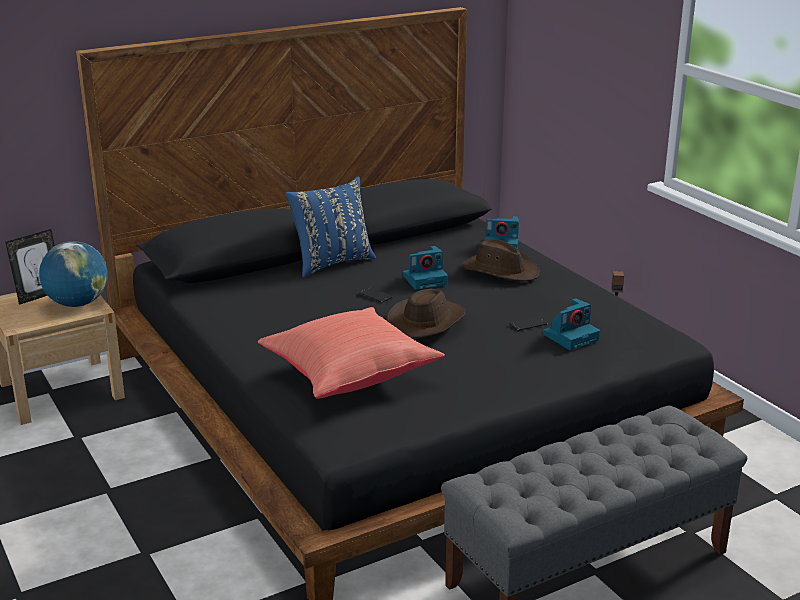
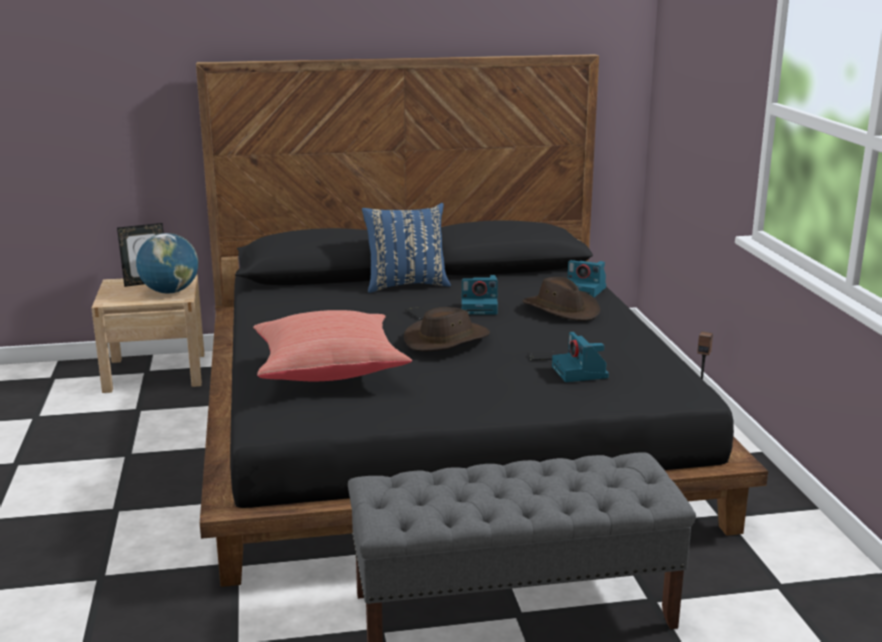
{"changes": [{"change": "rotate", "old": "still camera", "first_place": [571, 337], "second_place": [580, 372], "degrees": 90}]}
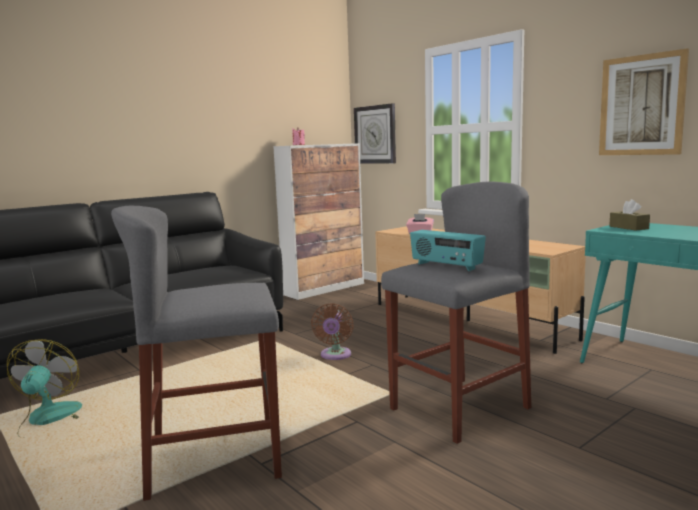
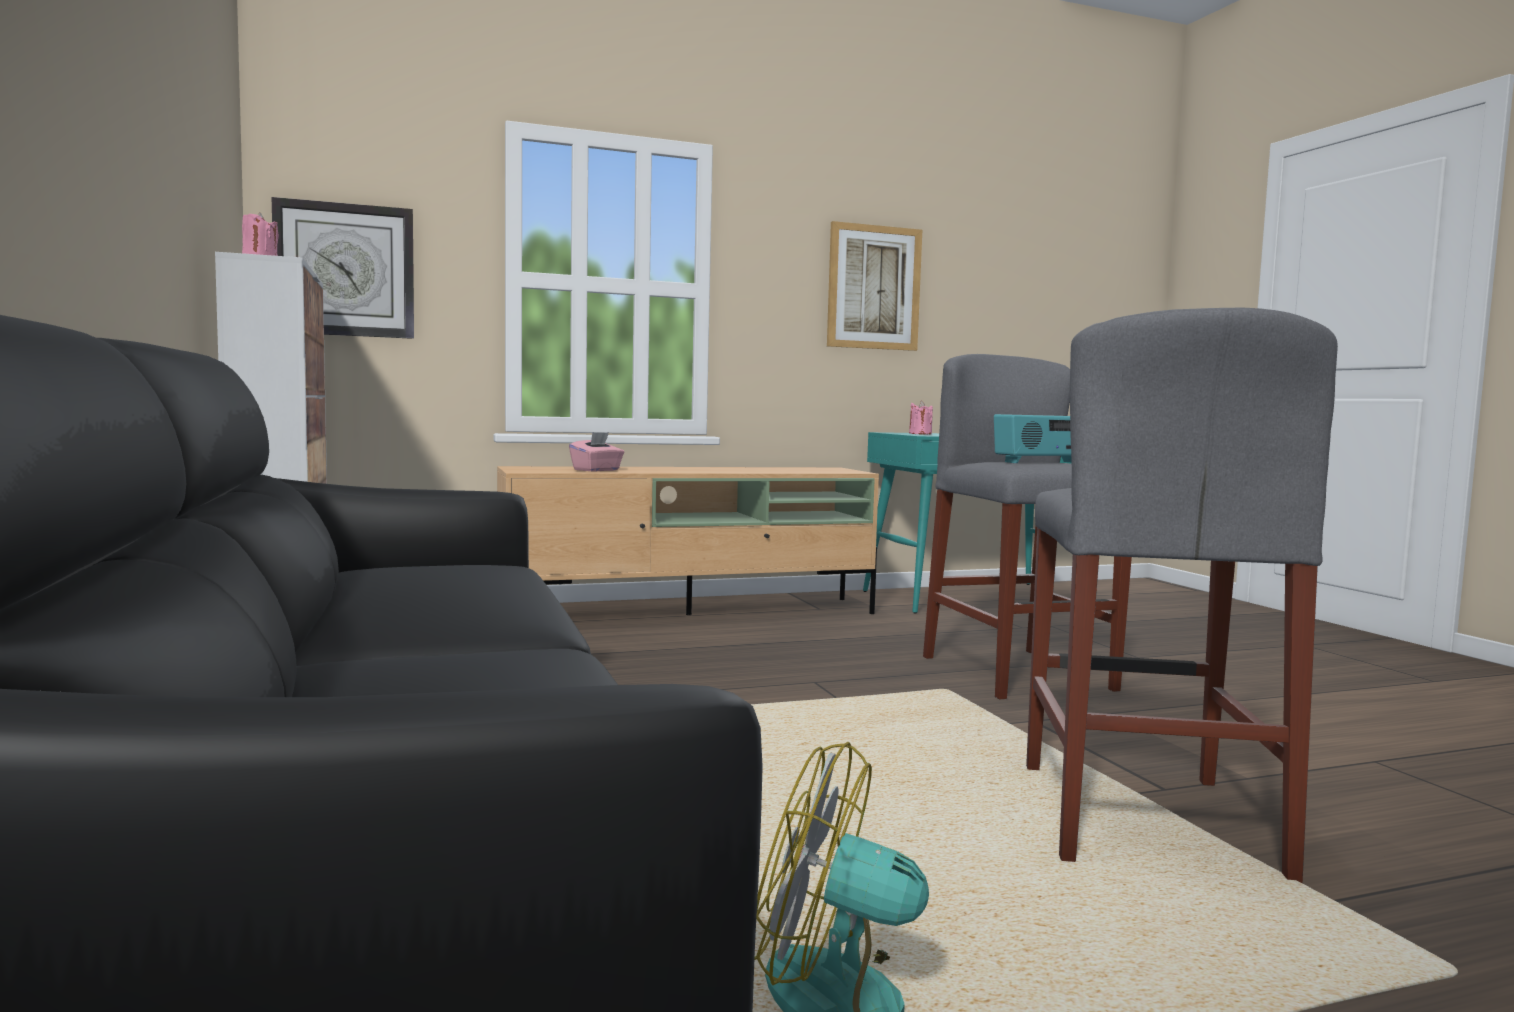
{"changes": [{"change": "delete", "old": "brown-coloured cooling fan", "first_place": [335, 355]}, {"change": "replace", "old": "brown-coloured tissue holder", "new": "pink-coloured candle", "first_place": [628, 227], "second_place": [920, 434]}]}
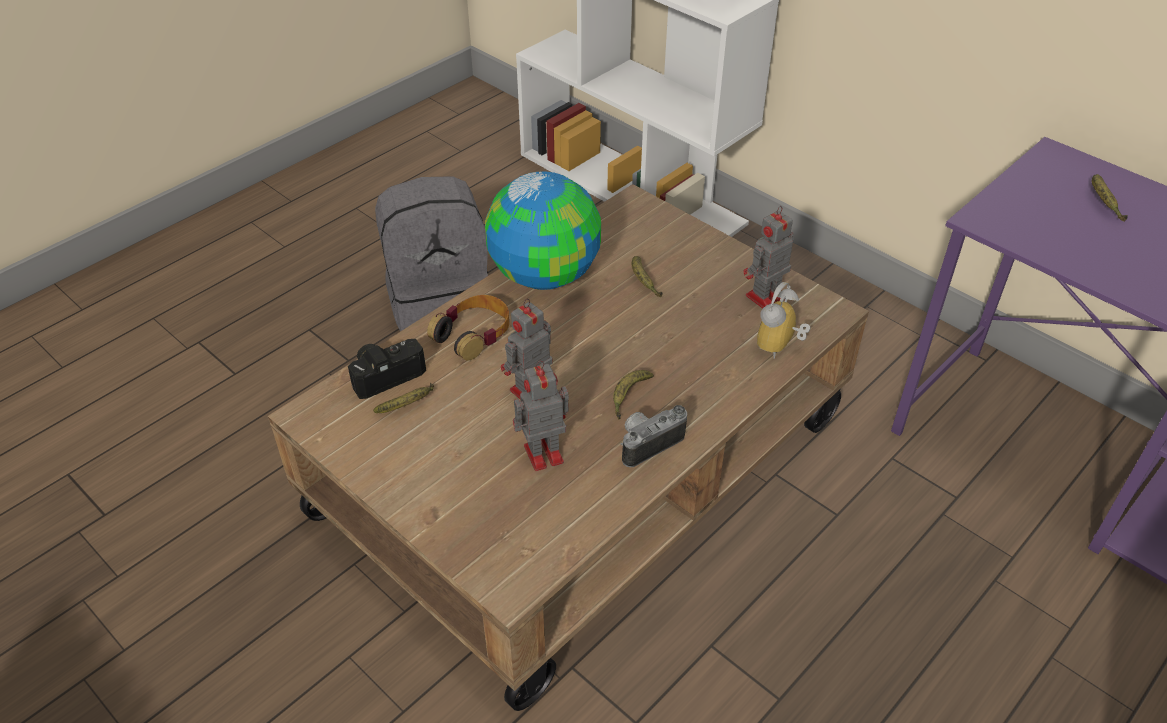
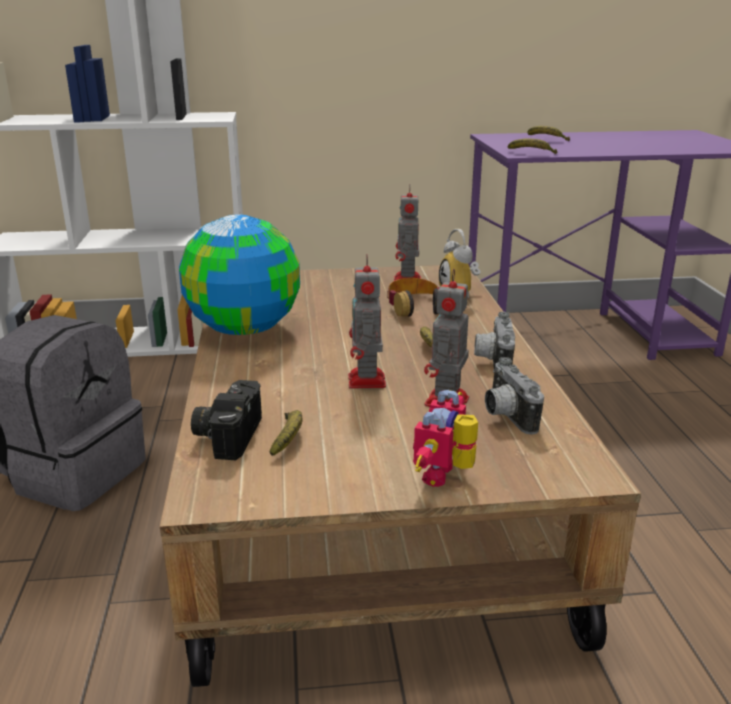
{"changes": [{"change": "move", "old": "headset", "first_place": [473, 333], "second_place": [415, 306]}, {"change": "move", "old": "banana", "first_place": [643, 281], "second_place": [531, 153]}, {"change": "insert", "new": "toy robot", "second_place": [446, 475]}, {"change": "insert", "new": "still camera", "second_place": [505, 416]}]}
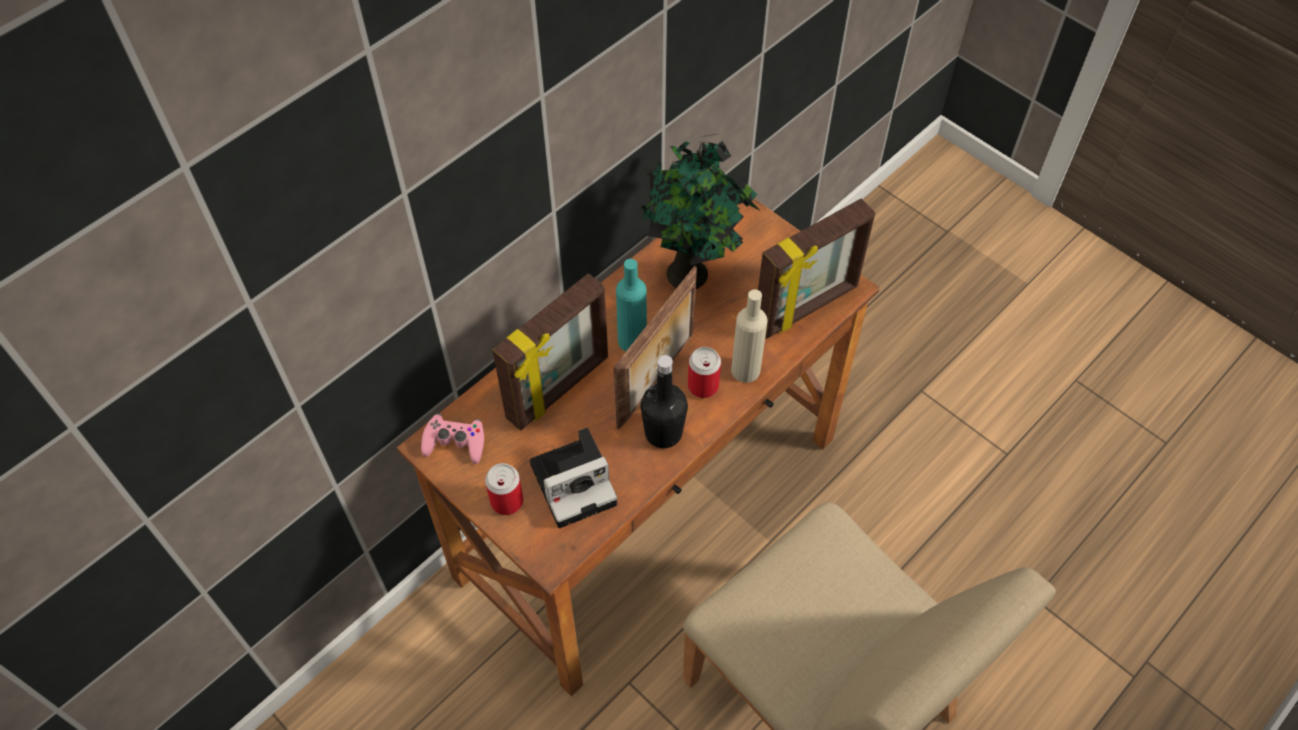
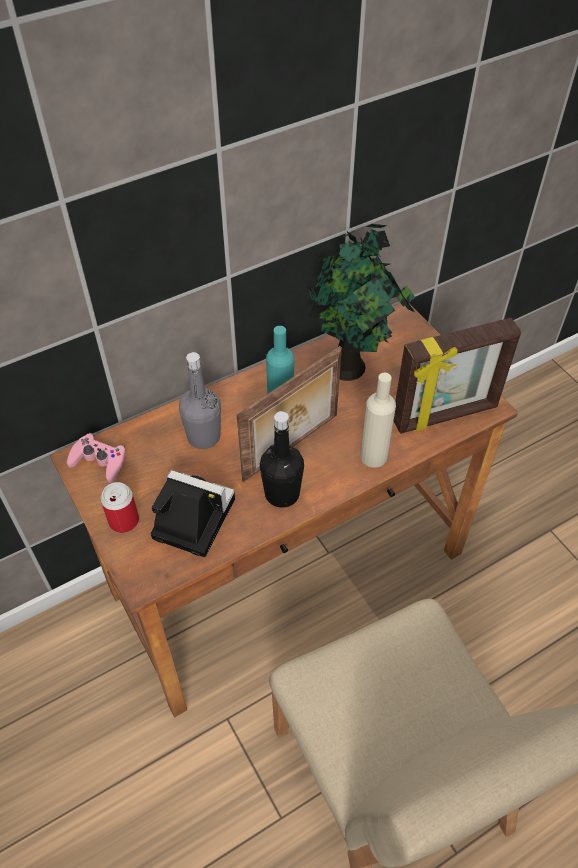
{"changes": [{"change": "replace", "old": "standing frame", "new": "greyish beverage bottle", "first_place": [559, 389], "second_place": [204, 437]}, {"change": "rotate", "old": "still camera", "first_place": [576, 482], "second_place": [190, 518], "degrees": -150}, {"change": "delete", "old": "sealed can", "first_place": [703, 386]}]}
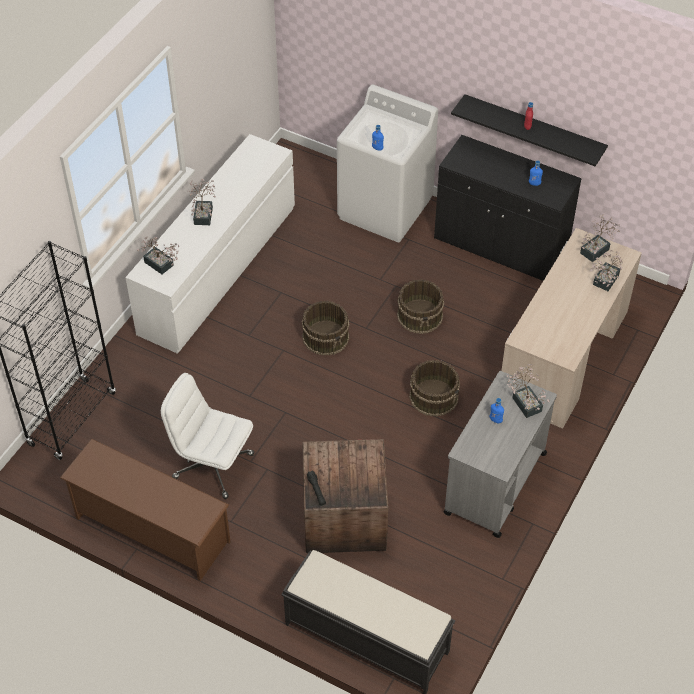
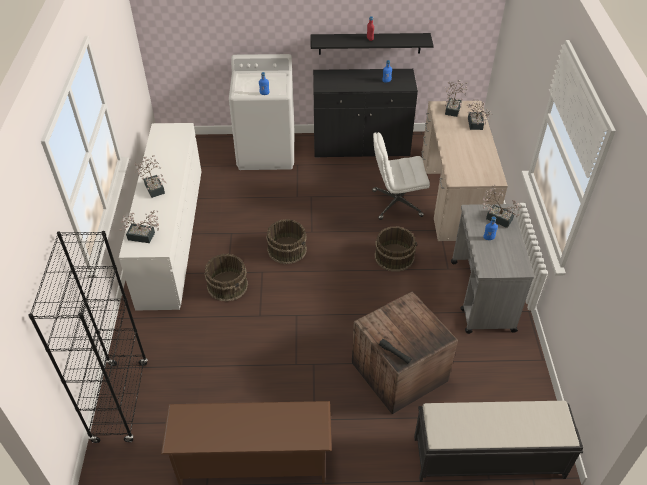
{"changes": [{"change": "move", "old": "white computer chair", "first_place": [212, 465], "second_place": [396, 203]}, {"change": "move", "old": "brown-coloured water bucket", "first_place": [420, 315], "second_place": [228, 285]}]}
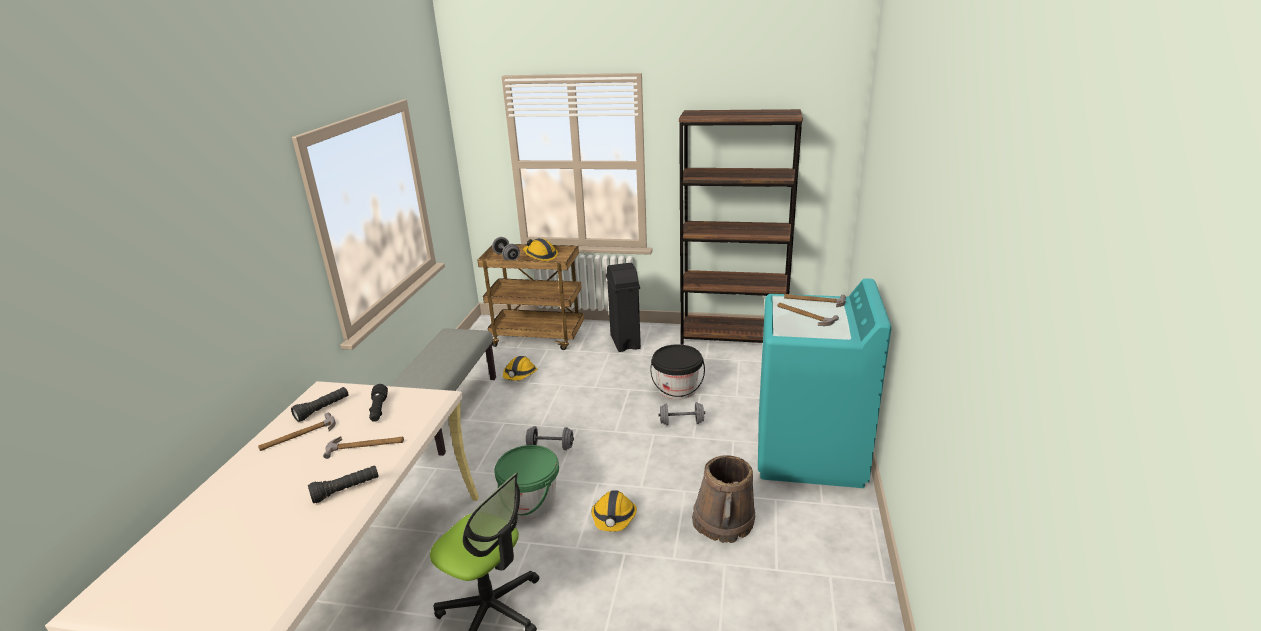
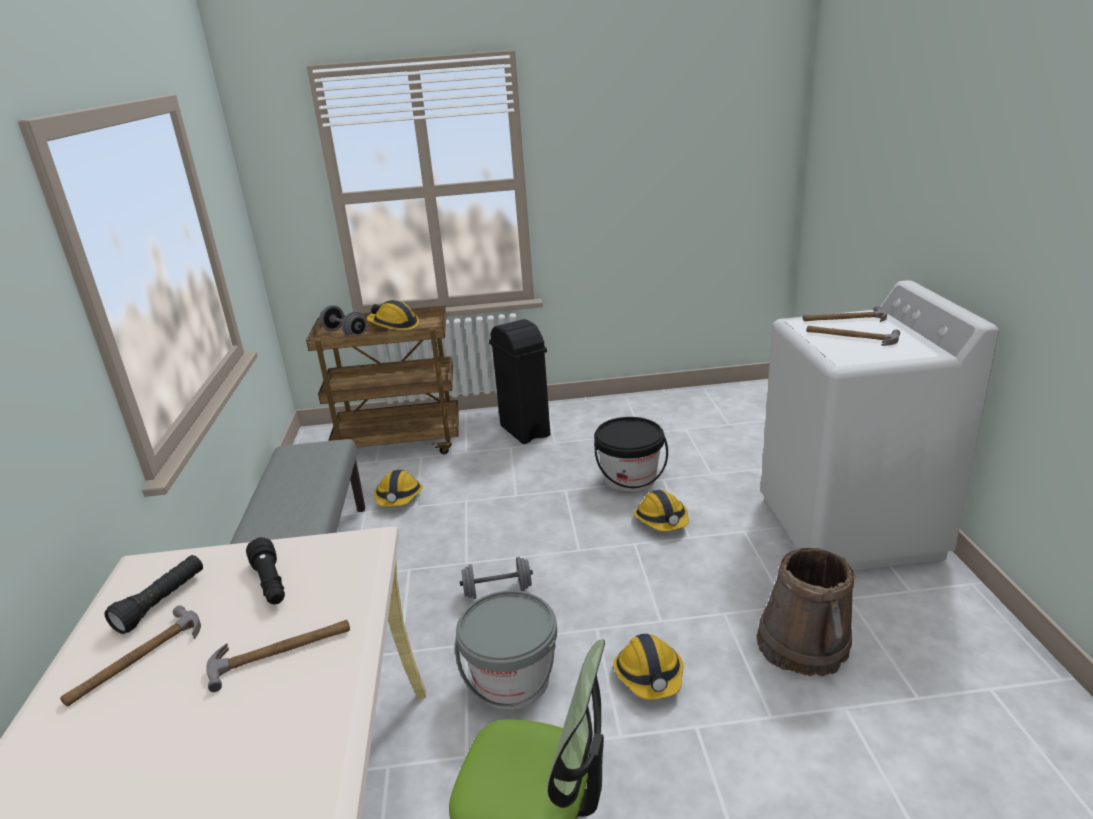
{"changes": [{"change": "delete", "old": "black torch", "first_place": [346, 490]}, {"change": "recolor", "old": "greenish water bucket", "new": "greyish water bucket", "first_place": [531, 502], "second_place": [512, 680]}, {"change": "replace", "old": "greyish dumbbell", "new": "work helmet", "first_place": [681, 422], "second_place": [662, 520]}, {"change": "delete", "old": "brown-coloured bookshelf", "first_place": [733, 337]}, {"change": "recolor", "old": "turquoise-coloured laundry machine", "new": "white laundry machine", "first_place": [809, 453], "second_place": [849, 528]}]}
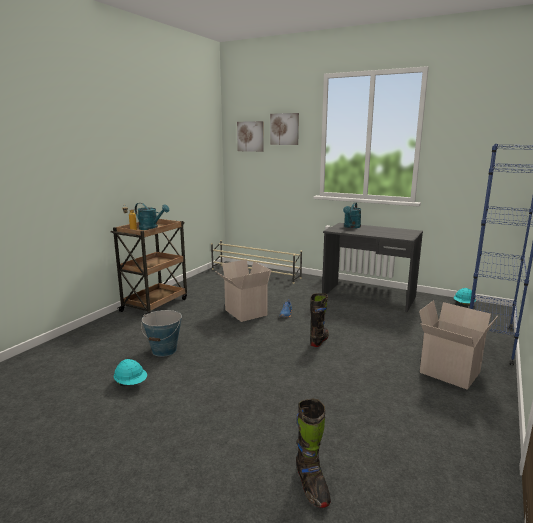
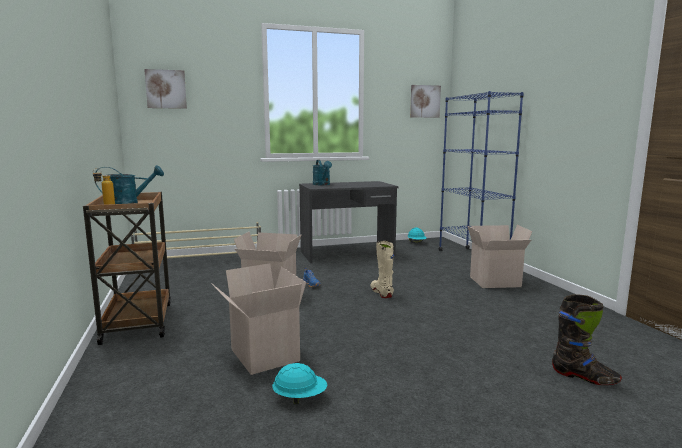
{"changes": [{"change": "replace", "old": "water bucket", "new": "packing box", "first_place": [164, 350], "second_place": [262, 355]}, {"change": "move", "old": "picture", "first_place": [284, 129], "second_place": [424, 101]}, {"change": "recolor", "old": "black high-top boot", "new": "beige-coloured high-top boot", "first_place": [319, 340], "second_place": [381, 293]}]}
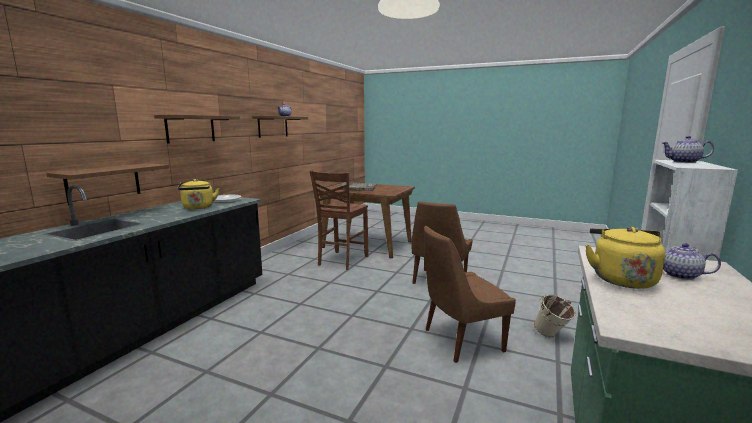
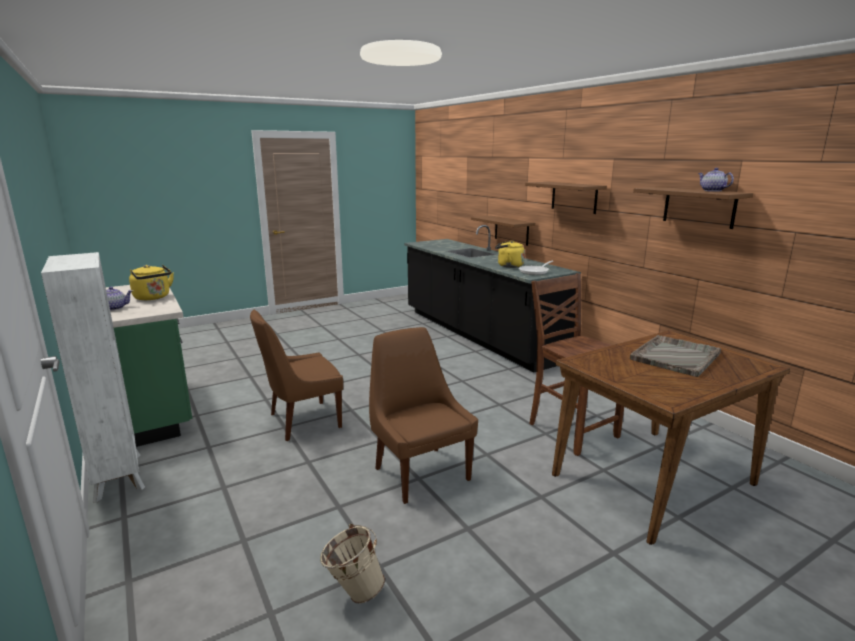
{"changes": [{"change": "rotate", "old": "brown-coloured upright chair", "first_place": [460, 340], "second_place": [302, 421], "degrees": -135}, {"change": "move", "old": "beige-coloured water bucket", "first_place": [551, 336], "second_place": [353, 591]}, {"change": "delete", "old": "teapot", "first_place": [684, 162]}]}
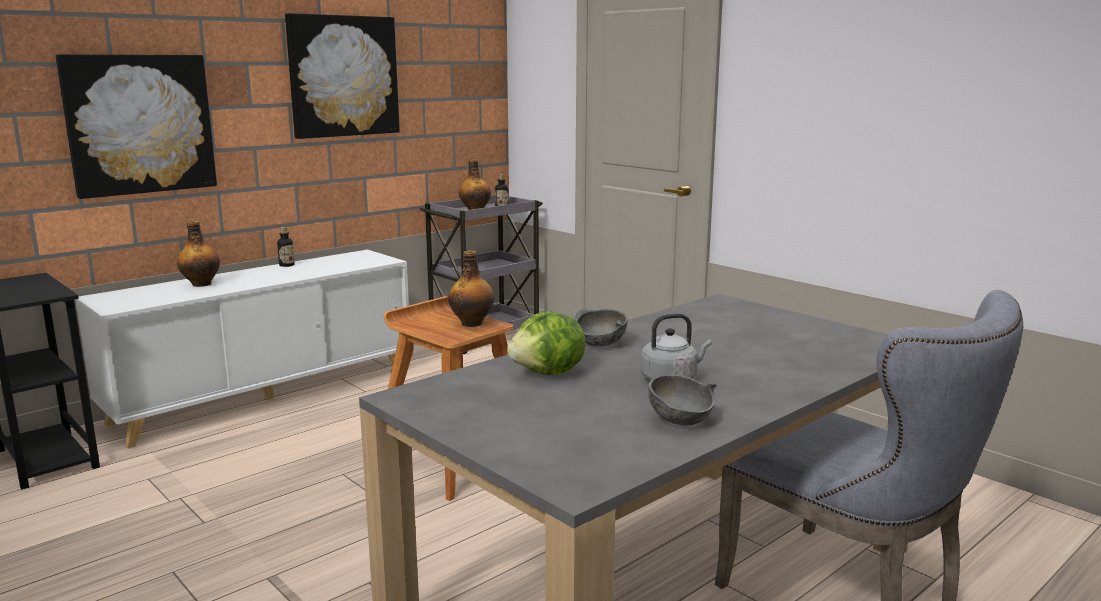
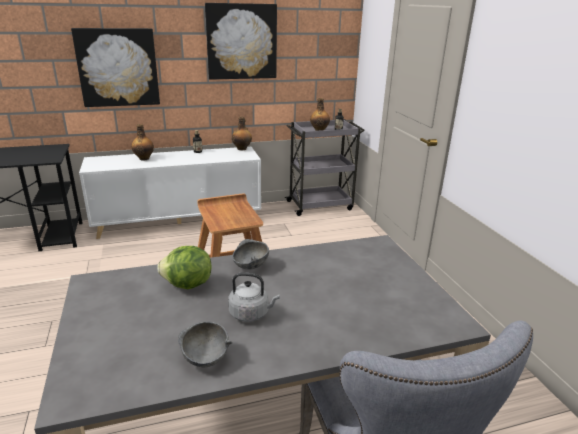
{"changes": [{"change": "move", "old": "beverage bottle", "first_place": [472, 323], "second_place": [242, 149]}]}
